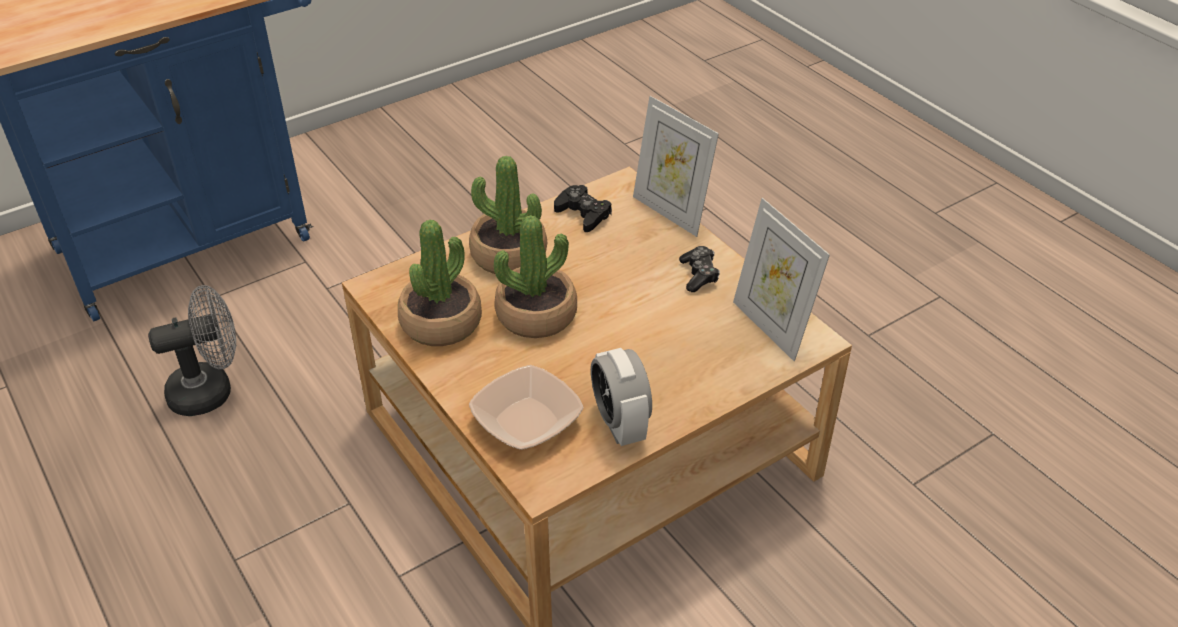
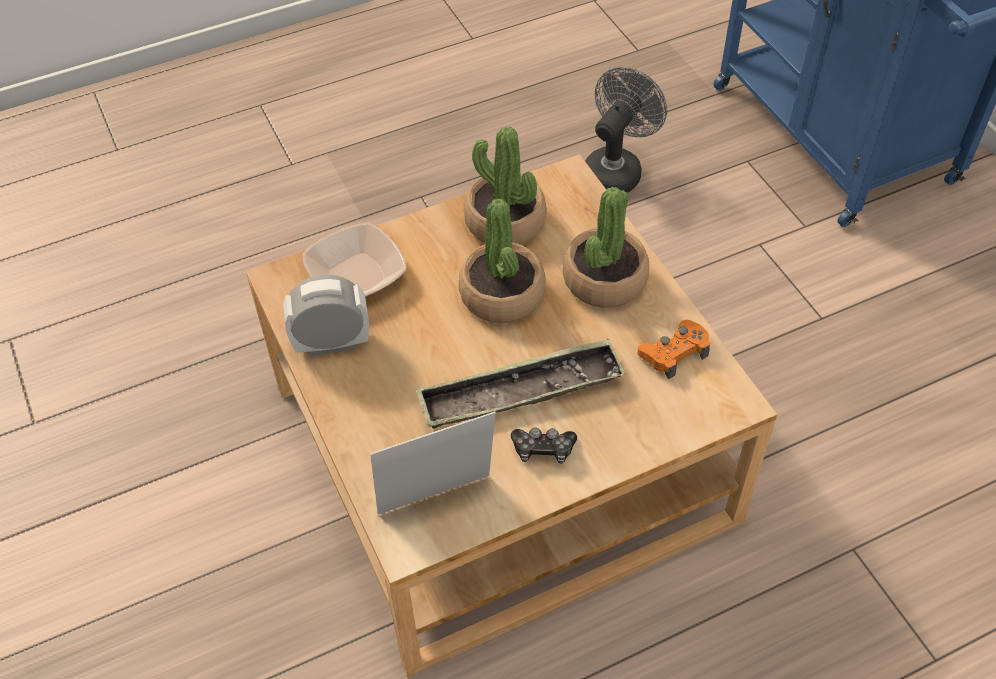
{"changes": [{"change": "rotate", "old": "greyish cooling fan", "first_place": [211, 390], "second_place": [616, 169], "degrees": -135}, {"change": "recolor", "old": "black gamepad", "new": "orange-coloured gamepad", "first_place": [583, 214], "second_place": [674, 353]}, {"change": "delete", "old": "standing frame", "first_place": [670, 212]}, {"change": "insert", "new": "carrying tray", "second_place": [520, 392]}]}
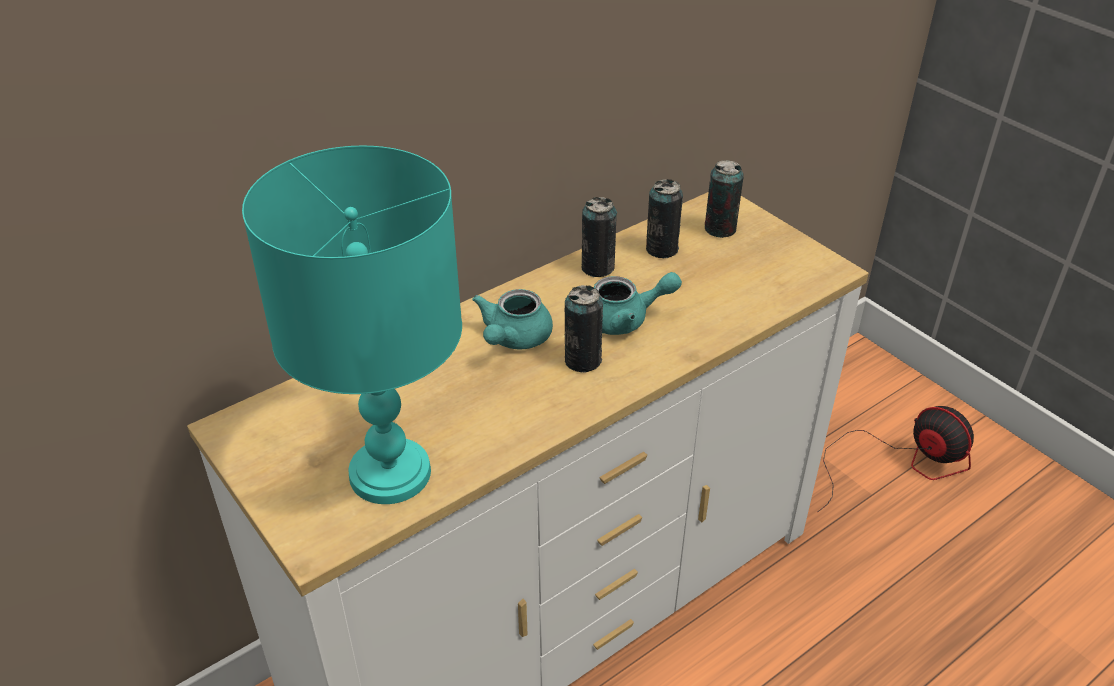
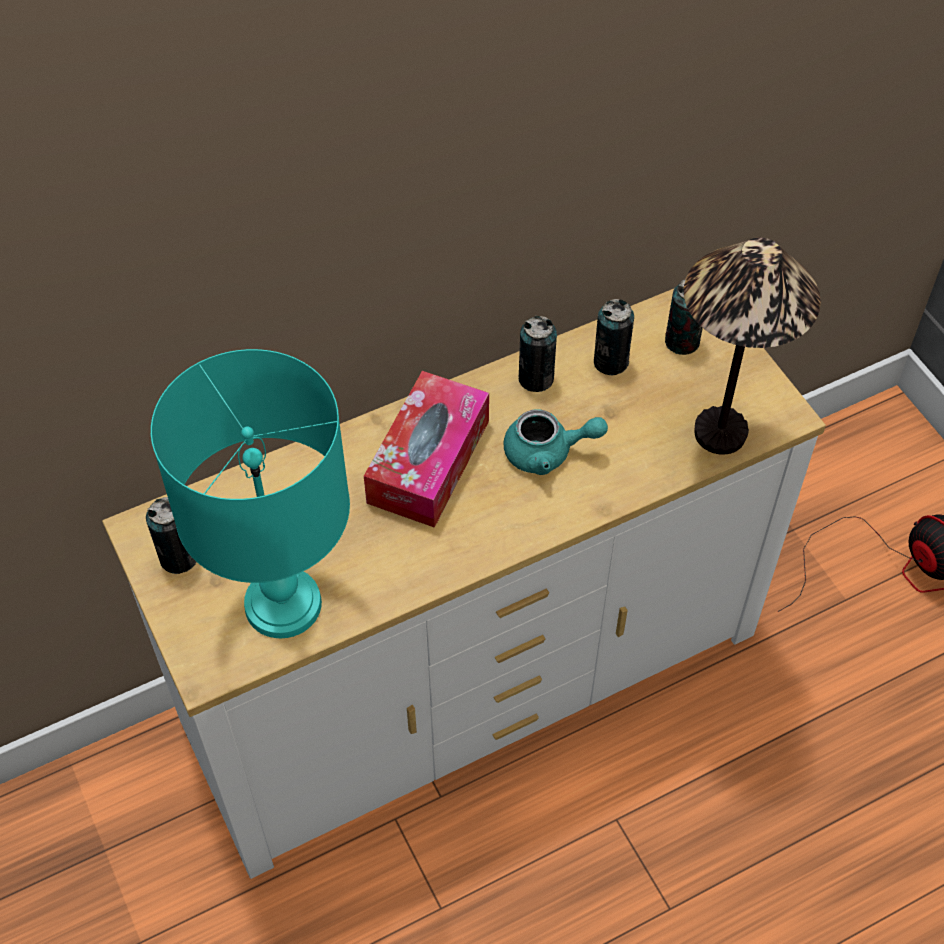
{"changes": [{"change": "replace", "old": "turquoise-coloured teapot", "new": "tissue holder", "first_place": [513, 339], "second_place": [428, 461]}, {"change": "move", "old": "sealed can", "first_place": [582, 360], "second_place": [179, 557]}, {"change": "insert", "new": "lamp for a table", "second_place": [719, 432]}]}
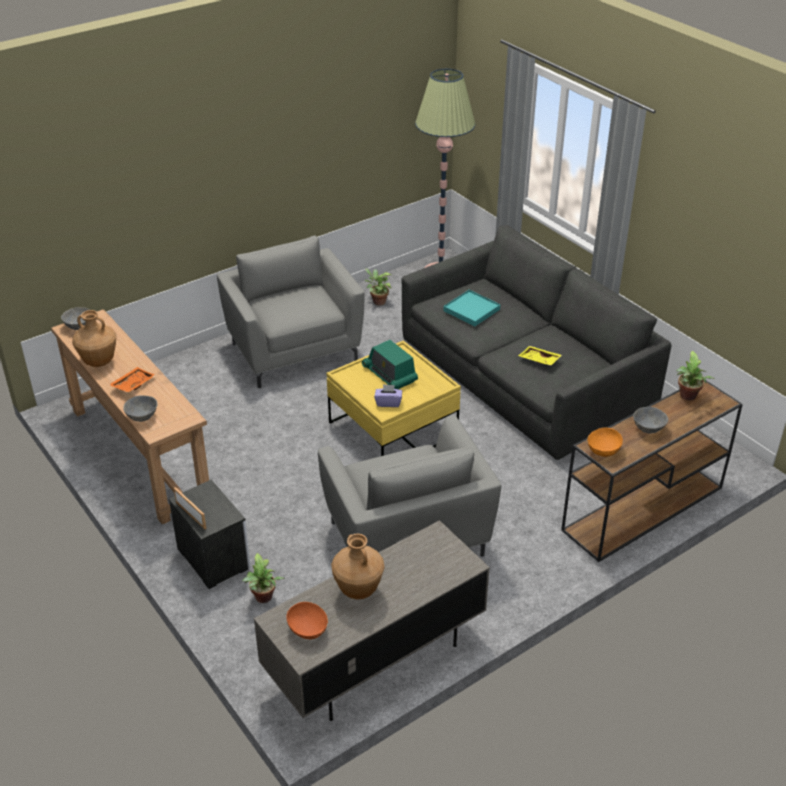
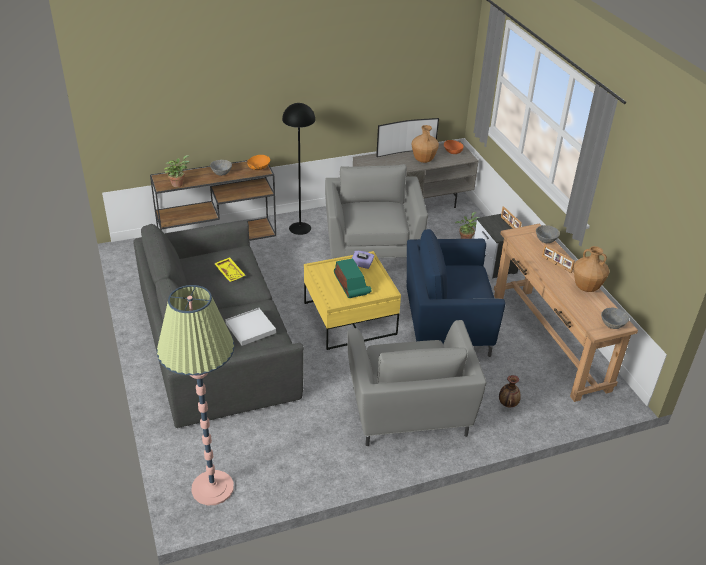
{"changes": [{"change": "replace", "old": "orange-coloured carrying tray", "new": "standing frame", "first_place": [132, 384], "second_place": [556, 264]}, {"change": "delete", "old": "houseplant", "first_place": [377, 302]}, {"change": "recolor", "old": "turquoise-coloured carrying tray", "new": "white carrying tray", "first_place": [471, 310], "second_place": [251, 328]}, {"change": "insert", "new": "black standard lamp", "second_place": [299, 228]}, {"change": "insert", "new": "TV", "second_place": [405, 151]}, {"change": "insert", "new": "bluish easy chair", "second_place": [445, 325]}, {"change": "insert", "new": "flower vase", "second_place": [507, 404]}]}
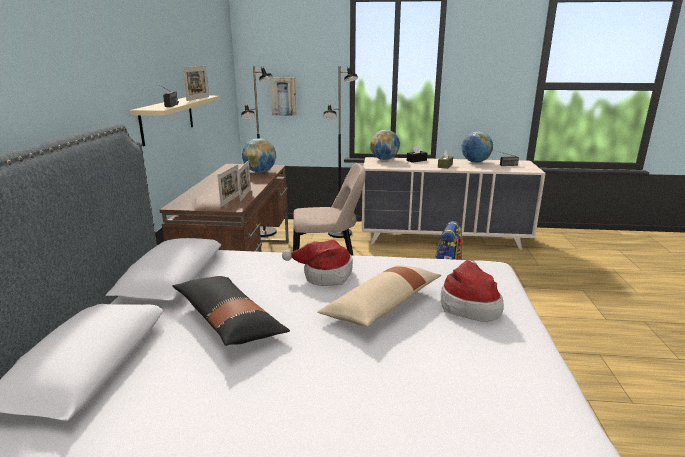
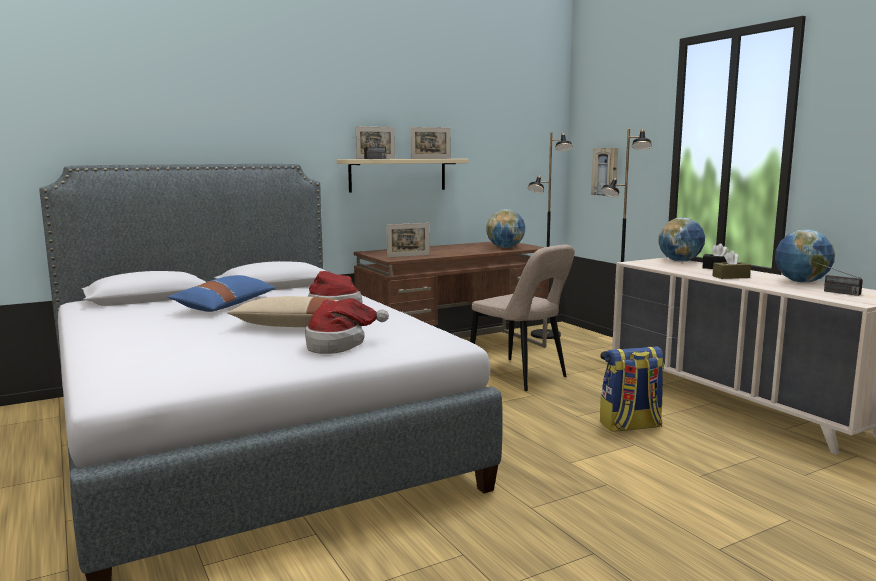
{"changes": [{"change": "recolor", "old": "black pillow", "new": "bluish pillow", "first_place": [228, 321], "second_place": [225, 305]}, {"change": "move", "old": "standing frame", "first_place": [245, 195], "second_place": [375, 158]}]}
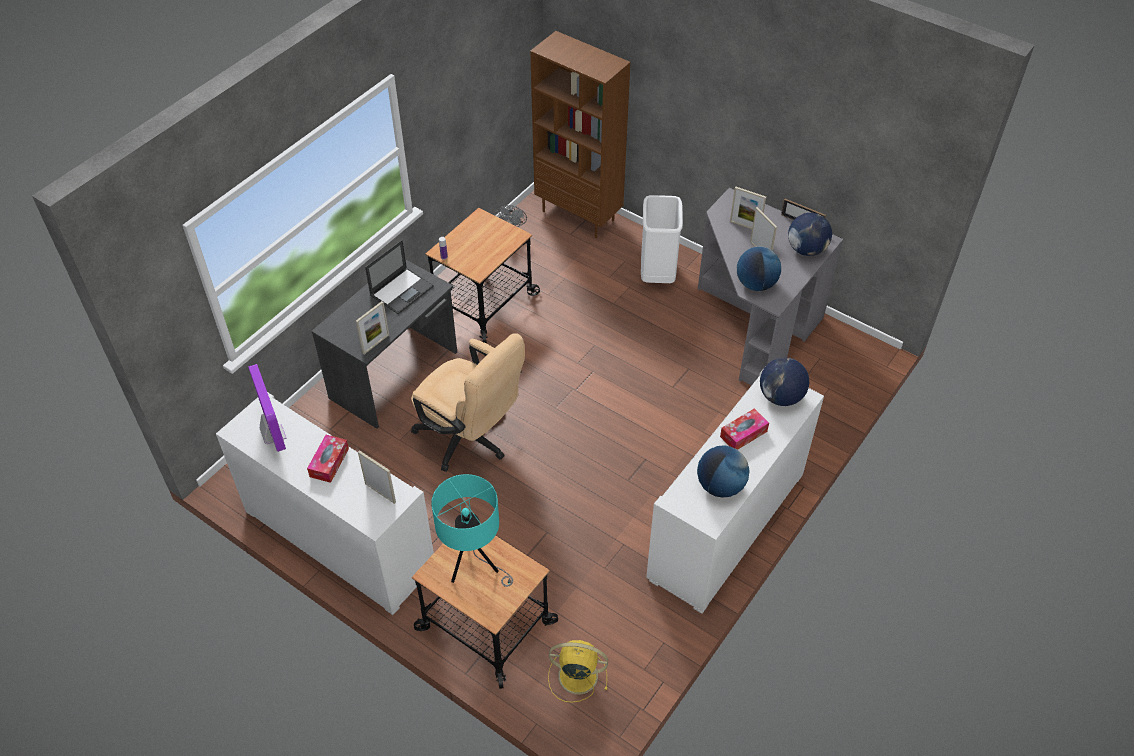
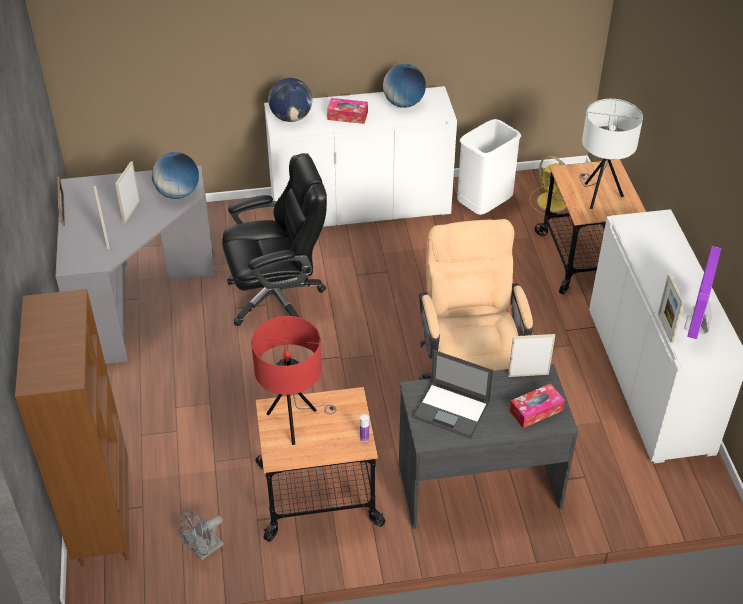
{"changes": [{"change": "move", "old": "tissue holder", "first_place": [329, 462], "second_place": [536, 410]}, {"change": "move", "old": "standing frame", "first_place": [380, 493], "second_place": [665, 328]}, {"change": "rotate", "old": "laptop", "first_place": [402, 290], "second_place": [452, 410], "degrees": -150}, {"change": "recolor", "old": "turquoise-coloured lamp for a table", "new": "white lamp for a table", "first_place": [475, 567], "second_place": [598, 195]}, {"change": "move", "old": "white waste bin", "first_place": [657, 275], "second_place": [484, 207]}, {"change": "delete", "old": "globe", "first_place": [806, 249]}, {"change": "insert", "new": "black computer chair", "second_place": [277, 297]}, {"change": "insert", "new": "red lamp for a table", "second_place": [295, 422]}]}
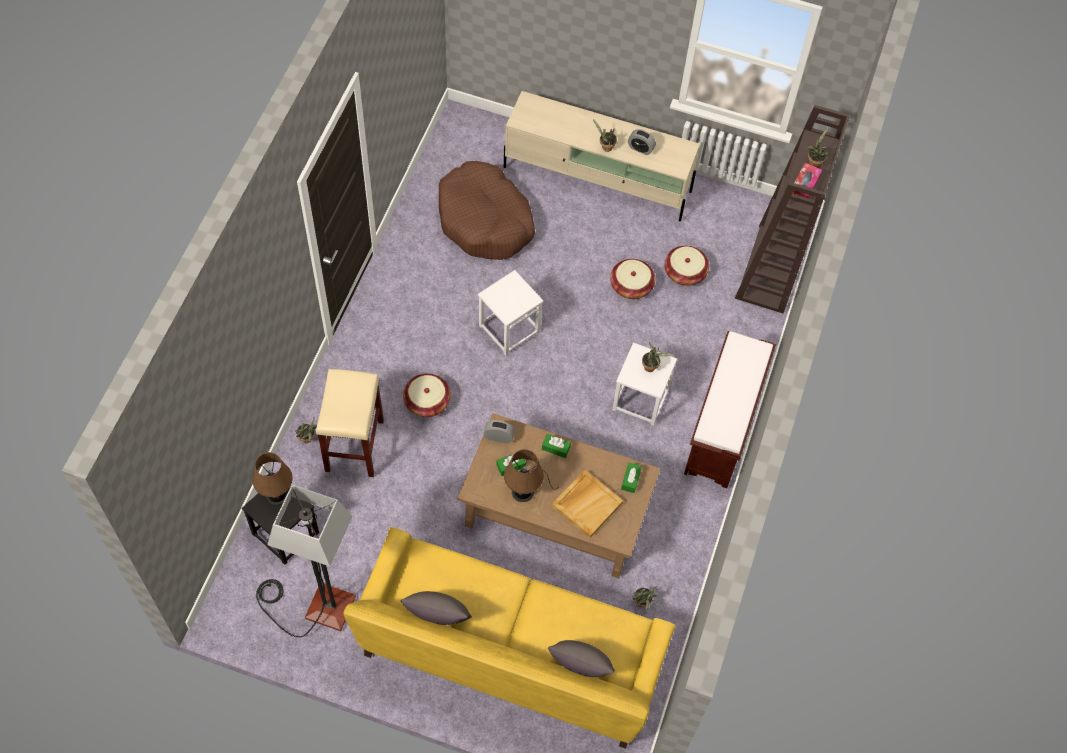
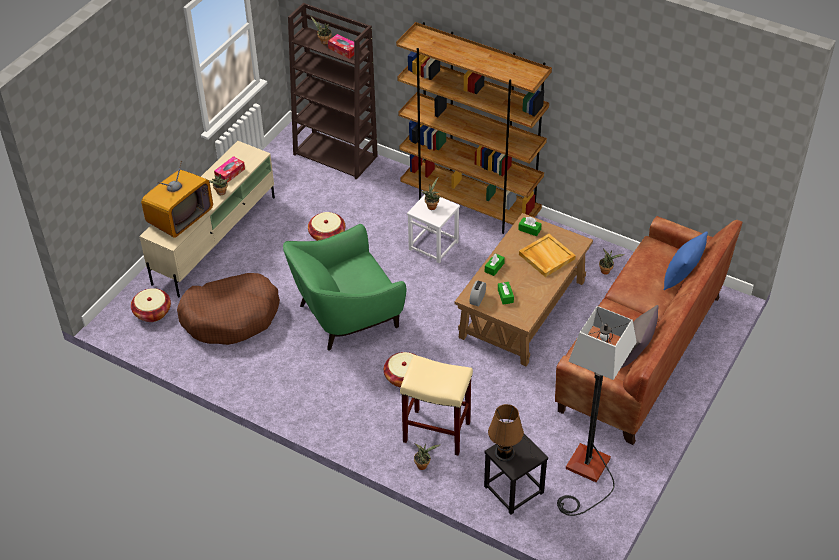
{"changes": [{"change": "recolor", "old": "yellow sofa", "new": "brown-coloured sofa", "first_place": [510, 655], "second_place": [641, 352]}, {"change": "replace", "old": "white sitting stool", "new": "greenish easy chair", "first_place": [509, 328], "second_place": [346, 315]}, {"change": "delete", "old": "brown-coloured lamp for a table", "first_place": [525, 490]}, {"change": "recolor", "old": "greyish pillow", "new": "bluish pillow", "first_place": [580, 669], "second_place": [682, 277]}, {"change": "replace", "old": "bedside clock", "new": "tissue holder", "first_place": [640, 148], "second_place": [230, 173]}, {"change": "move", "old": "basket", "first_place": [685, 272], "second_place": [152, 312]}, {"change": "replace", "old": "brown-coloured bench", "new": "brown-coloured bookshelf", "first_place": [722, 430], "second_place": [470, 205]}, {"change": "insert", "new": "TV", "second_place": [180, 218]}]}
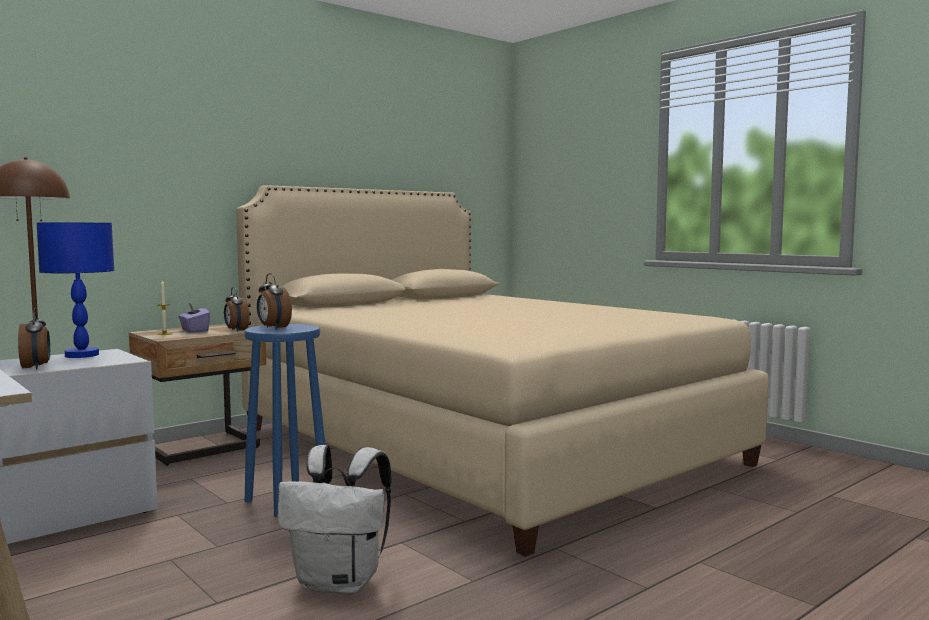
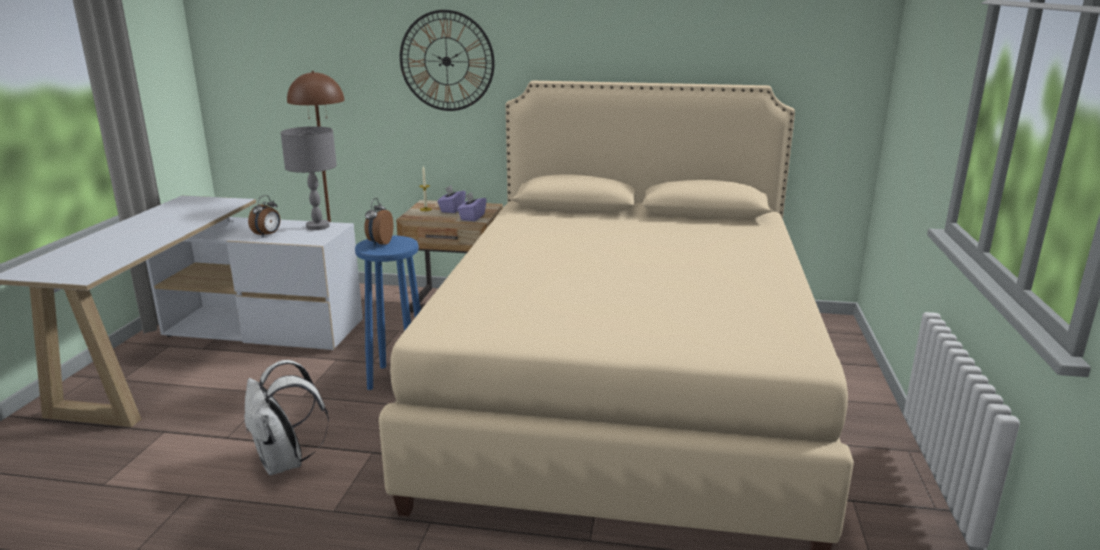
{"changes": [{"change": "recolor", "old": "bluish lamp for a table", "new": "greyish lamp for a table", "first_place": [82, 355], "second_place": [318, 226]}, {"change": "replace", "old": "bedside clock", "new": "purple tissue holder", "first_place": [236, 330], "second_place": [472, 217]}, {"change": "insert", "new": "hanging clock", "second_place": [446, 61]}]}
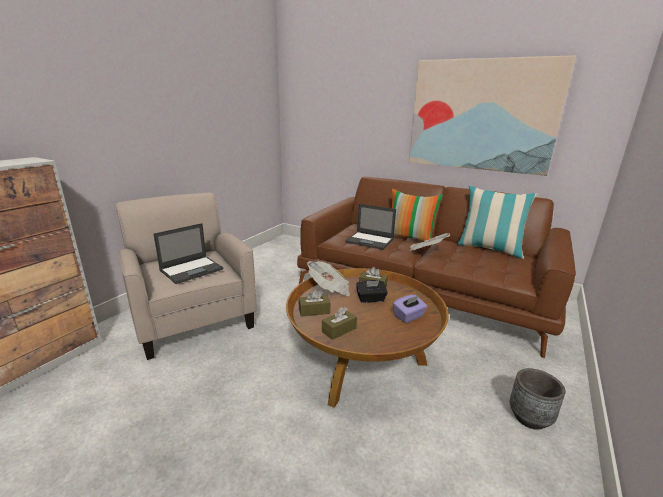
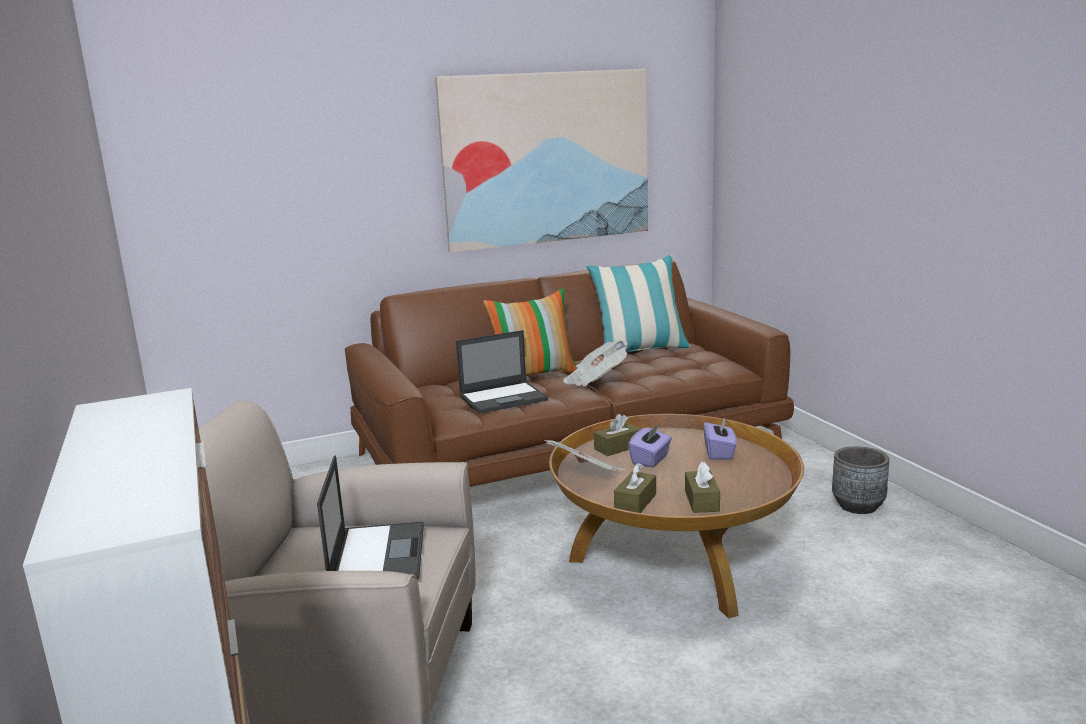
{"changes": [{"change": "recolor", "old": "black tissue holder", "new": "purple tissue holder", "first_place": [370, 299], "second_place": [650, 459]}]}
